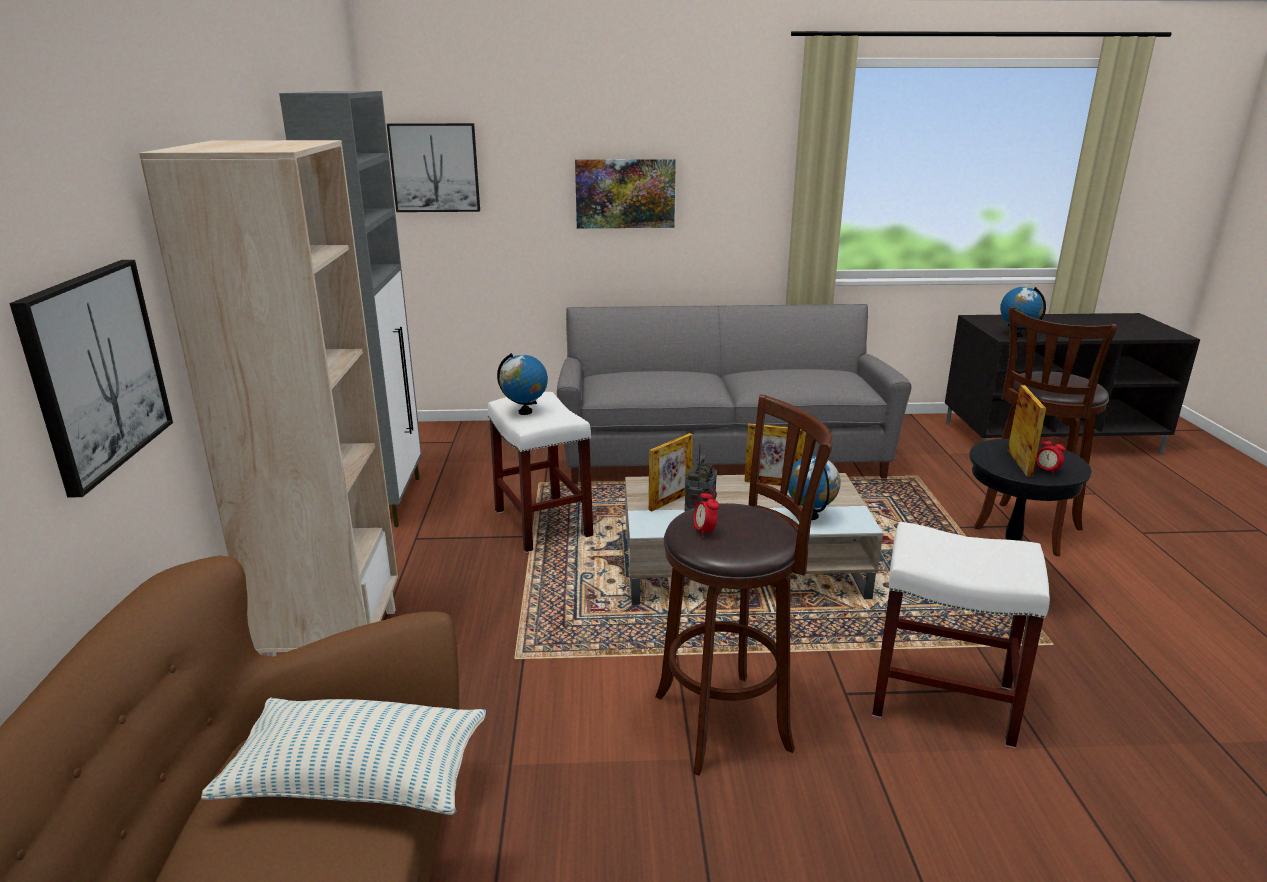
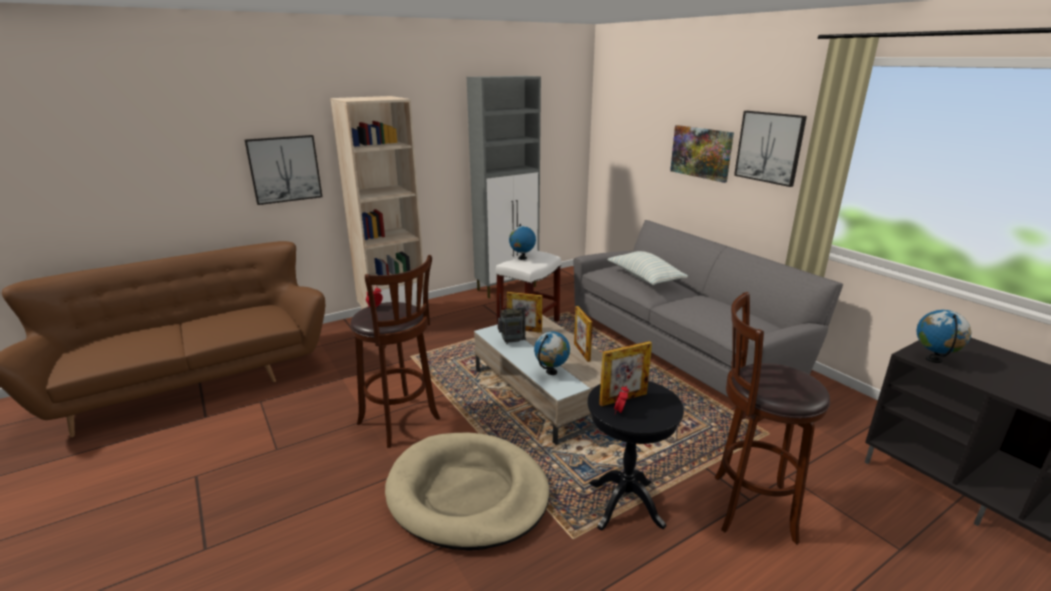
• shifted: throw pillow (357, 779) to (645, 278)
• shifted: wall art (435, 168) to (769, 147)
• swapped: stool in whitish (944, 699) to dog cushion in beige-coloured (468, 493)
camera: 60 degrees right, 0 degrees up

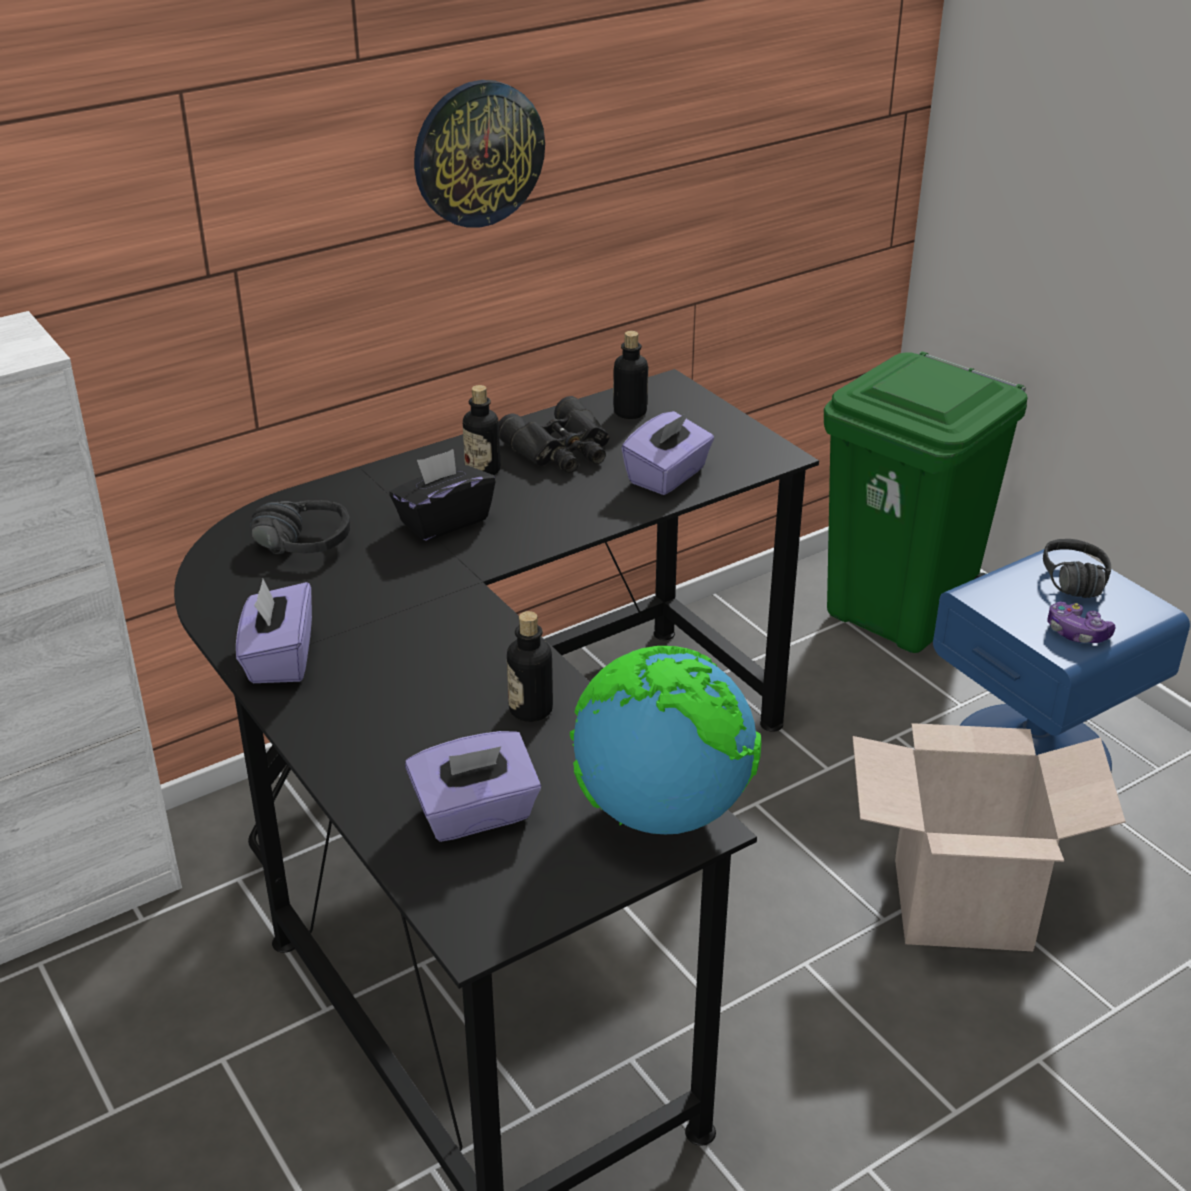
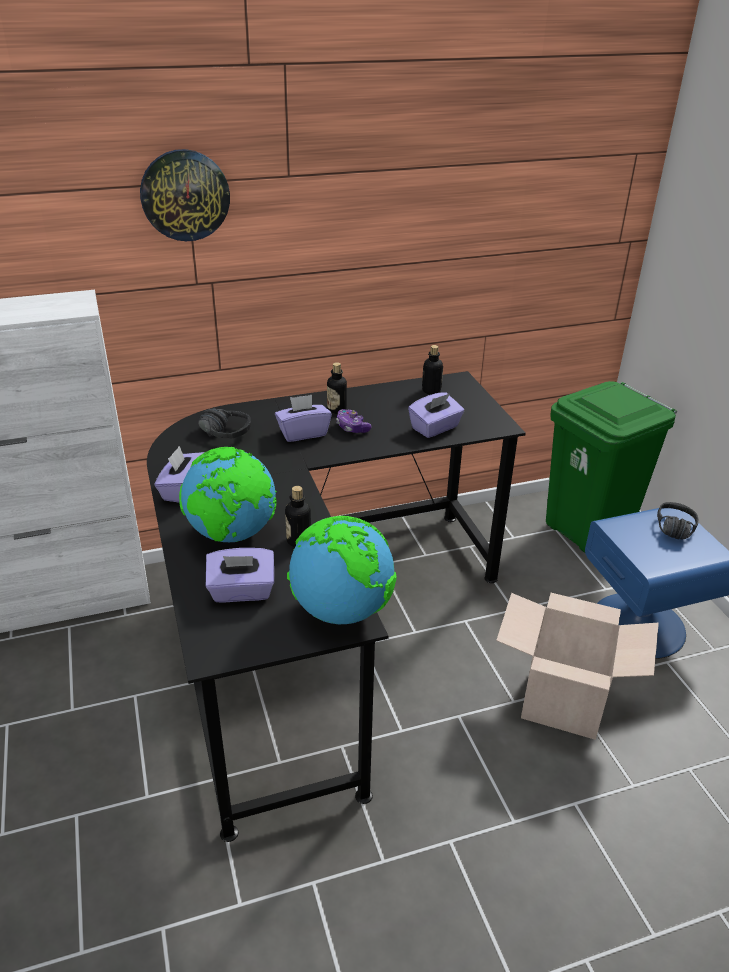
• gone: binoculars in black-coloured (561, 450)
• new: desk globe (232, 535)
• shifted: clock on the wall (478, 153) to (185, 195)
• shifted: joypad (1076, 633) to (352, 427)
• repainted: box of tissues in black-coloured (444, 521) to box of tissues in purplish (303, 433)
camera: 15 degrees right, 0 degrees up

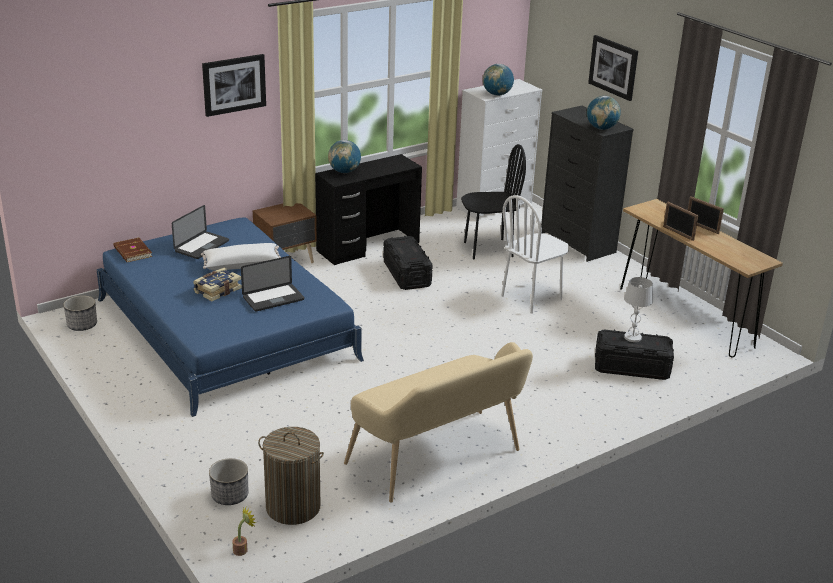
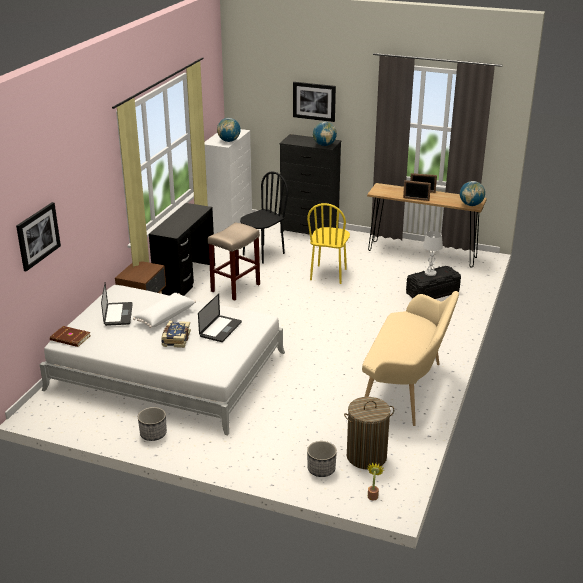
• shifted: plant pot (82, 325) to (153, 434)
• shifted: wall art (234, 84) to (37, 236)
• shifted: desk globe (344, 172) to (471, 205)
• swapped: storage bin in black-coloured (406, 274) to stool in beige-coloured (235, 288)
• repainted: bed in bluish (225, 329) to bed in whitish (167, 371)
• repainted: chair in whitish (531, 298) to chair in yellowish (328, 274)
camera: 35 degrees left, 0 degrees up

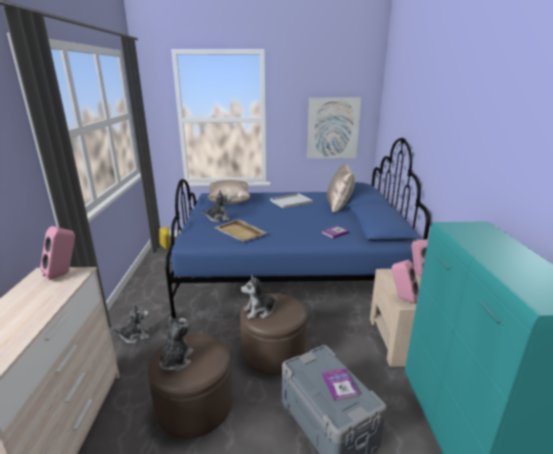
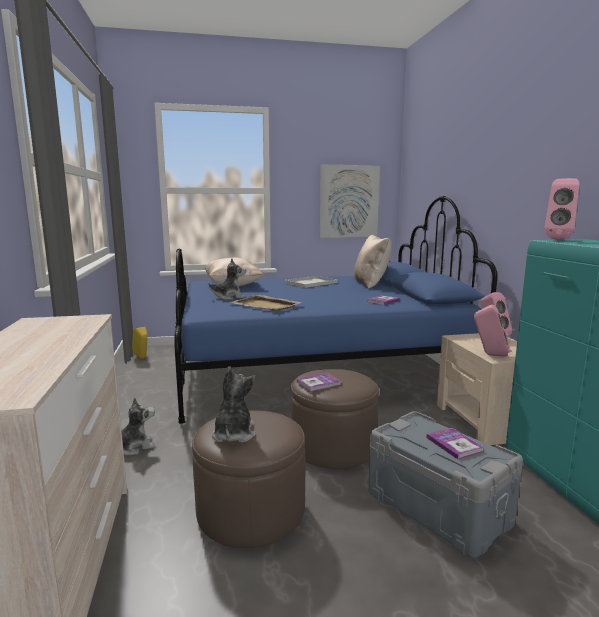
• shifted: speaker in pink-coloured (64, 274) to (558, 240)
• swapped: plush toy (259, 311) to volume (319, 383)
camera: 10 degrees left, 10 degrees down

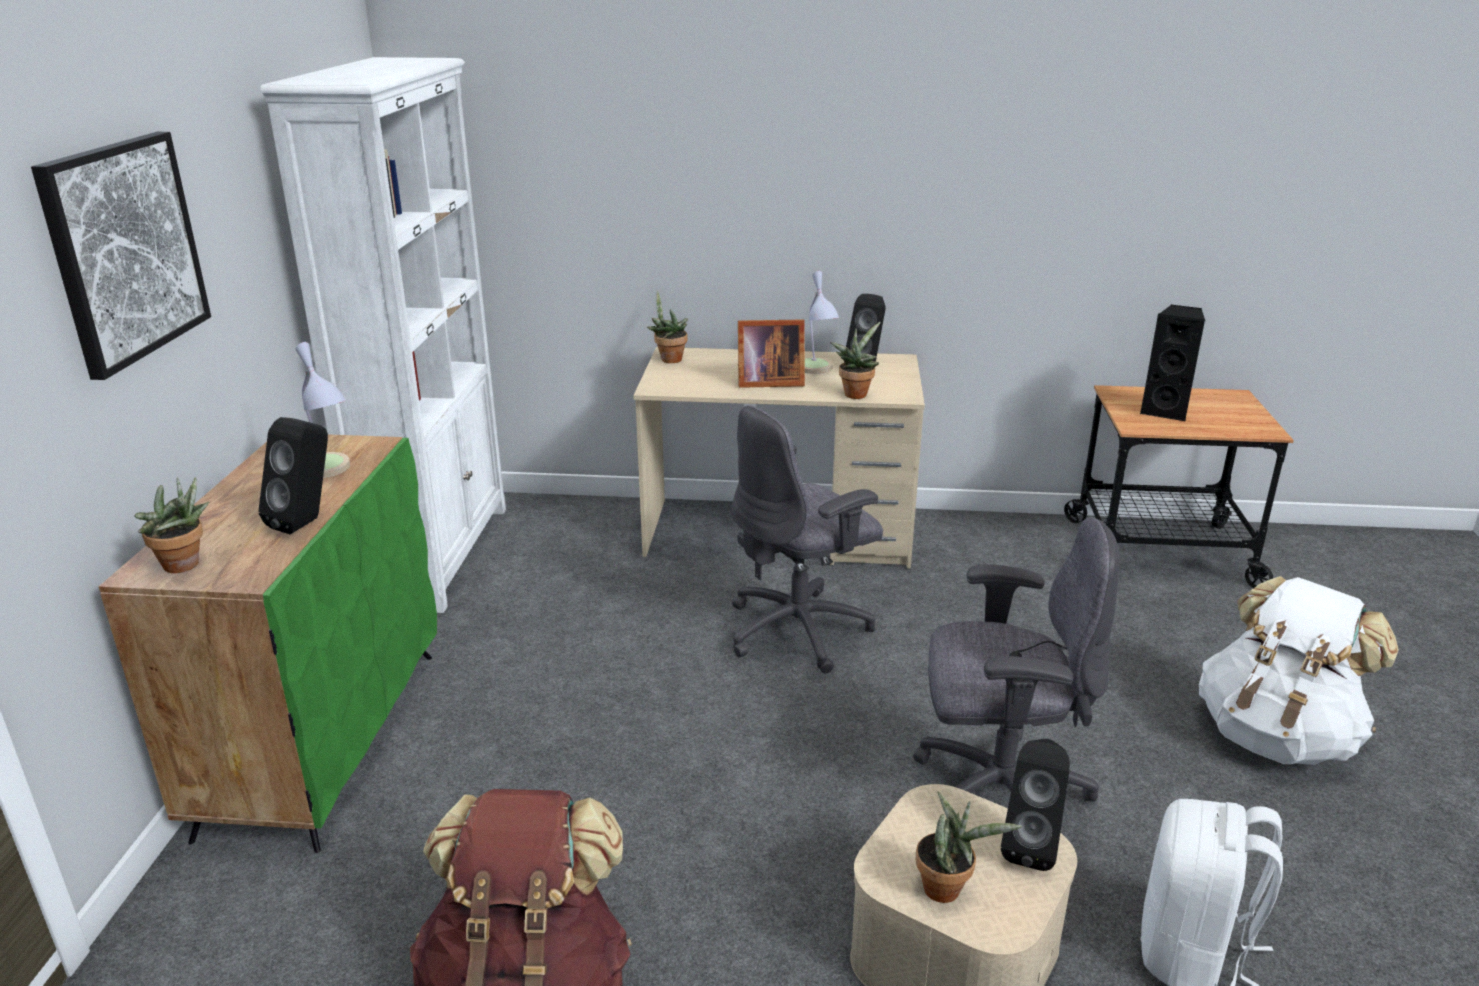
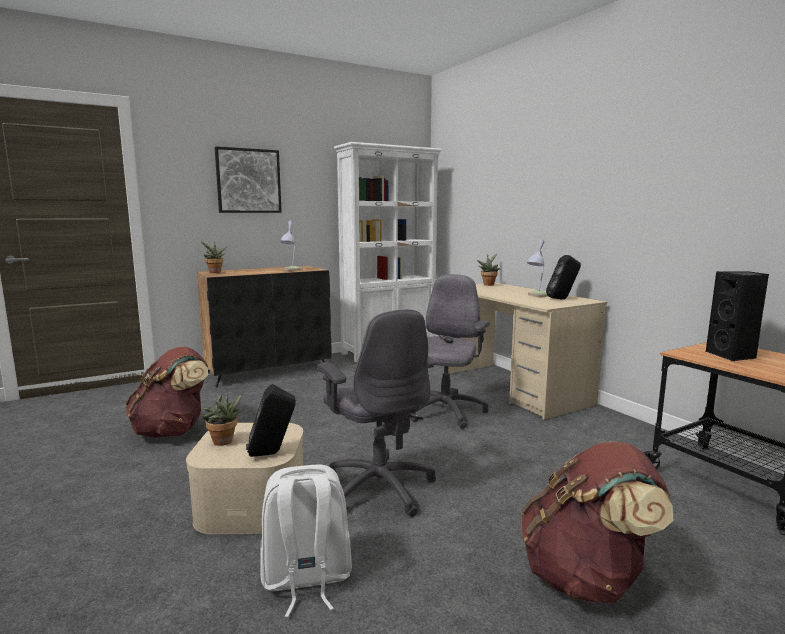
• gone: speaker in black-coloured (307, 522)
• gone: standing frame (767, 382)
• gone: plant in a pot (855, 393)
• repainted: cabinet in green-coloured (324, 738) to cabinet in black-coloured (269, 371)
• repainted: rucksack in whitish (1276, 736) to rucksack in brown (586, 577)
• rotated: computer chair in greyish (800, 630) = (444, 412) 90 degrees clockwise
camera: 55 degrees right, 15 degrees down

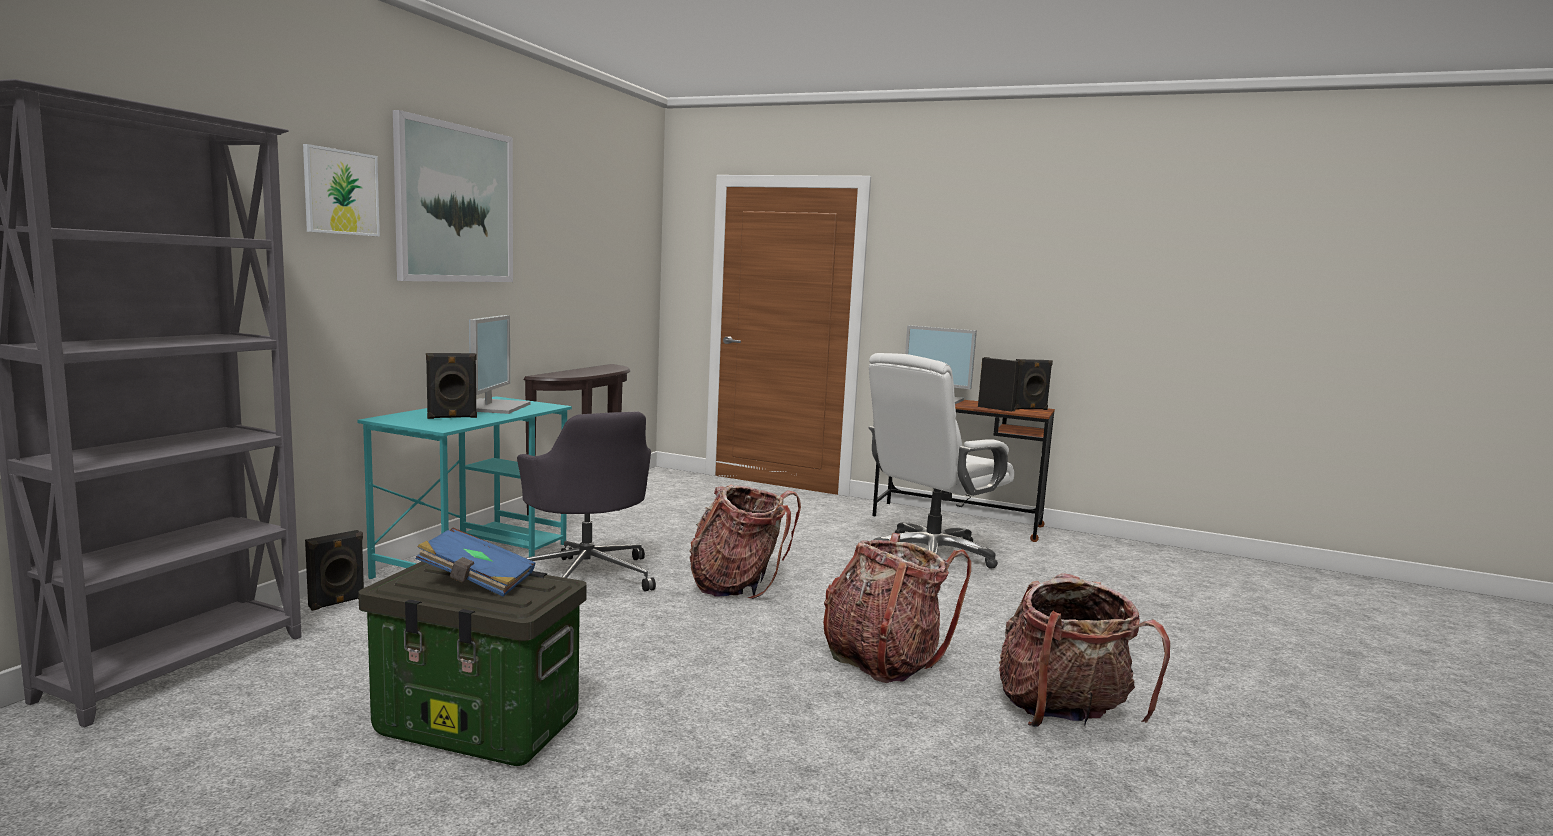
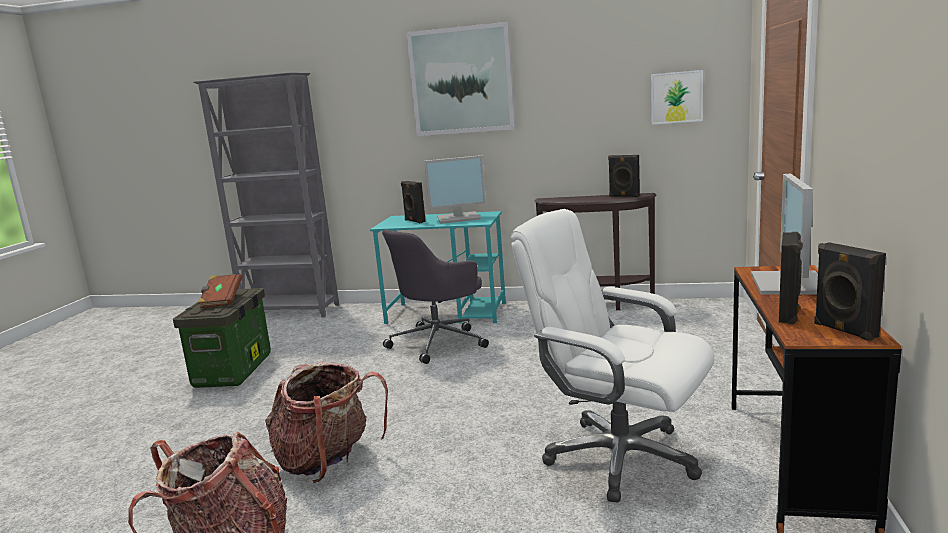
• gone: rucksack (738, 585)
• shifted: wall art (341, 192) to (676, 97)
• shifted: speaker in black-coloured (337, 603) to (624, 196)
• repainted: volume in bluish (476, 581) to volume in brown (221, 300)
camera: 80 degrees right, 5 degrees up

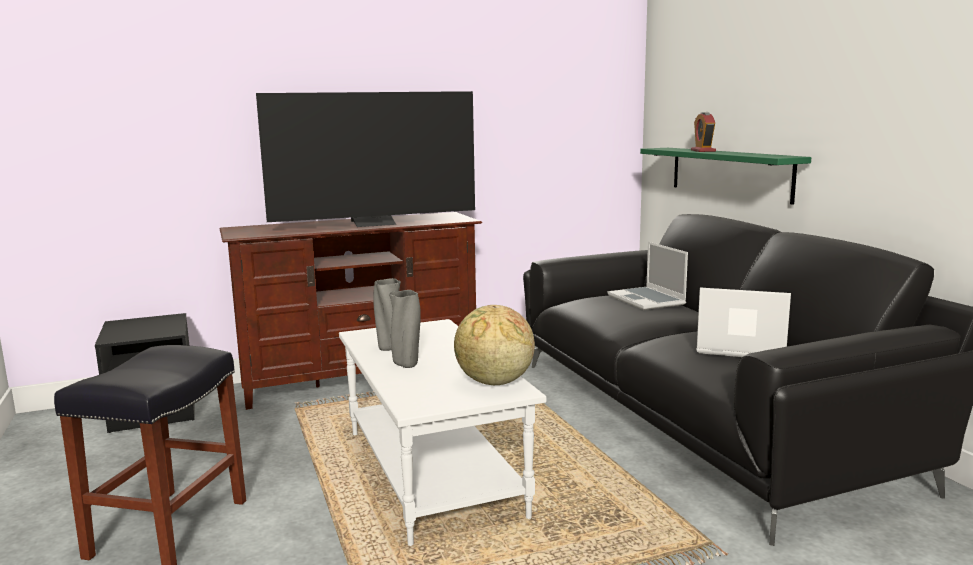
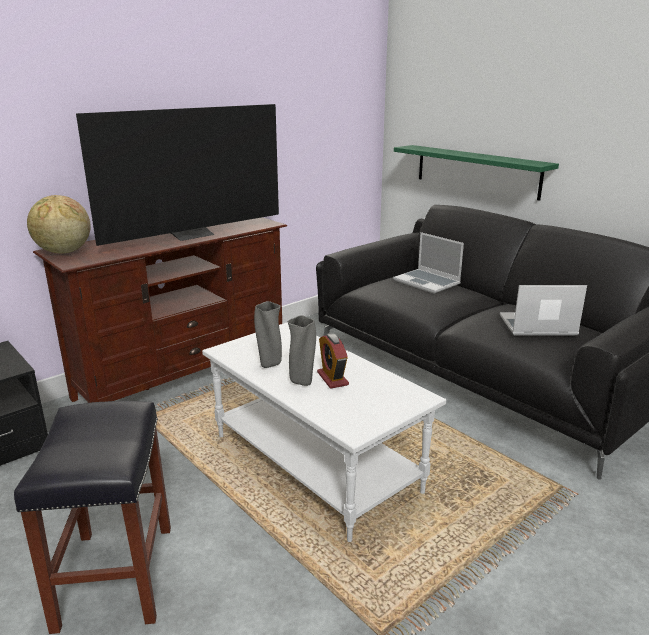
• shifted: desk globe (494, 382) to (63, 252)
• shifted: table clock (703, 151) to (332, 378)
camera: 20 degrees left, 10 degrees up

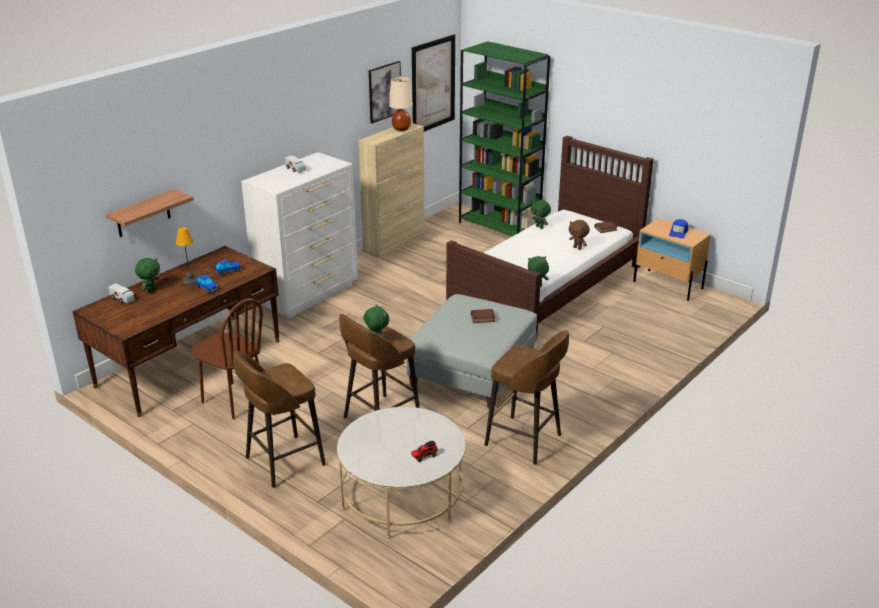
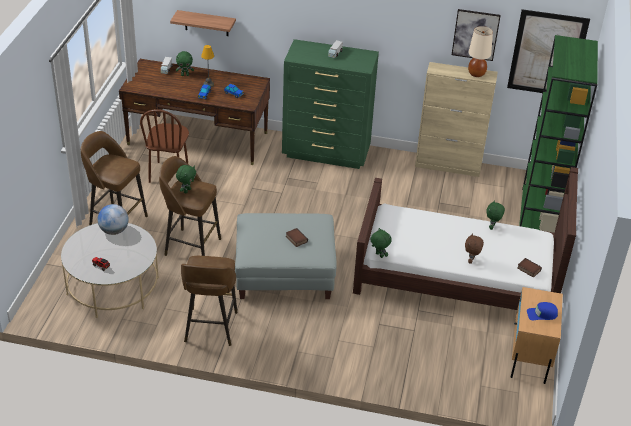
• new: desk globe (114, 231)
• repainted: dresser in whitish (308, 295) to dresser in green-coloured (326, 153)
camera: 60 degrees right, 10 degrees up

